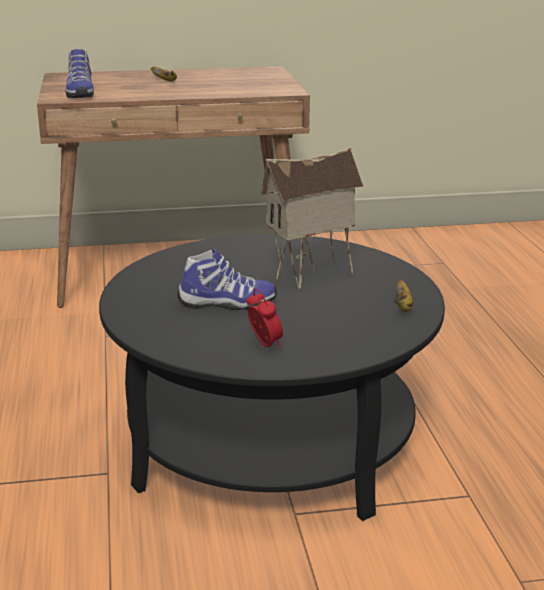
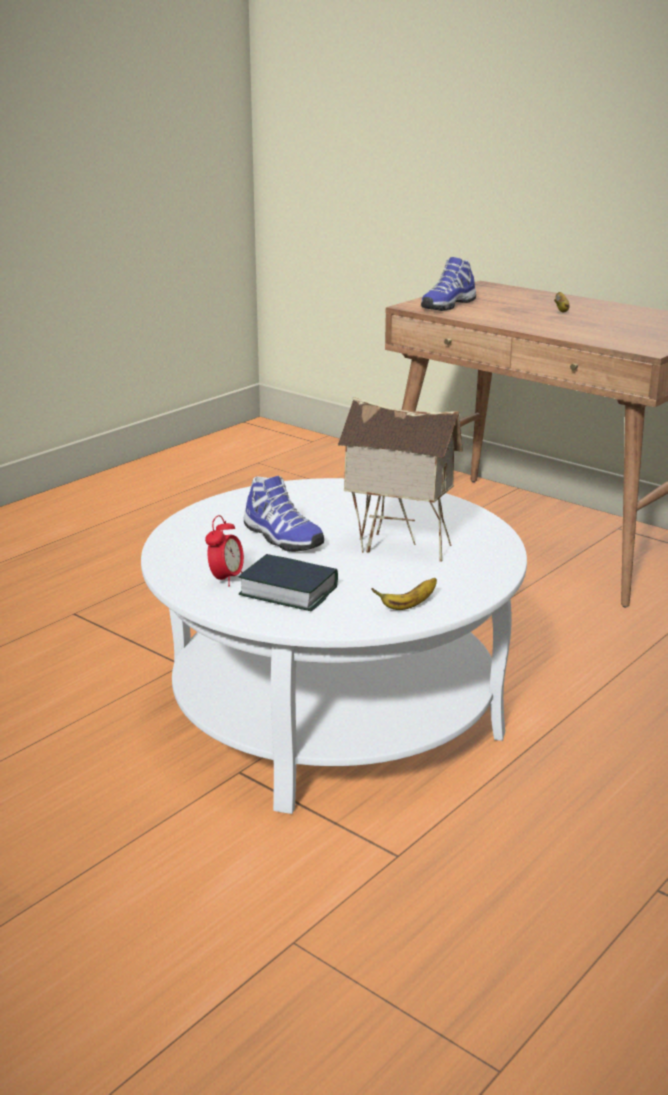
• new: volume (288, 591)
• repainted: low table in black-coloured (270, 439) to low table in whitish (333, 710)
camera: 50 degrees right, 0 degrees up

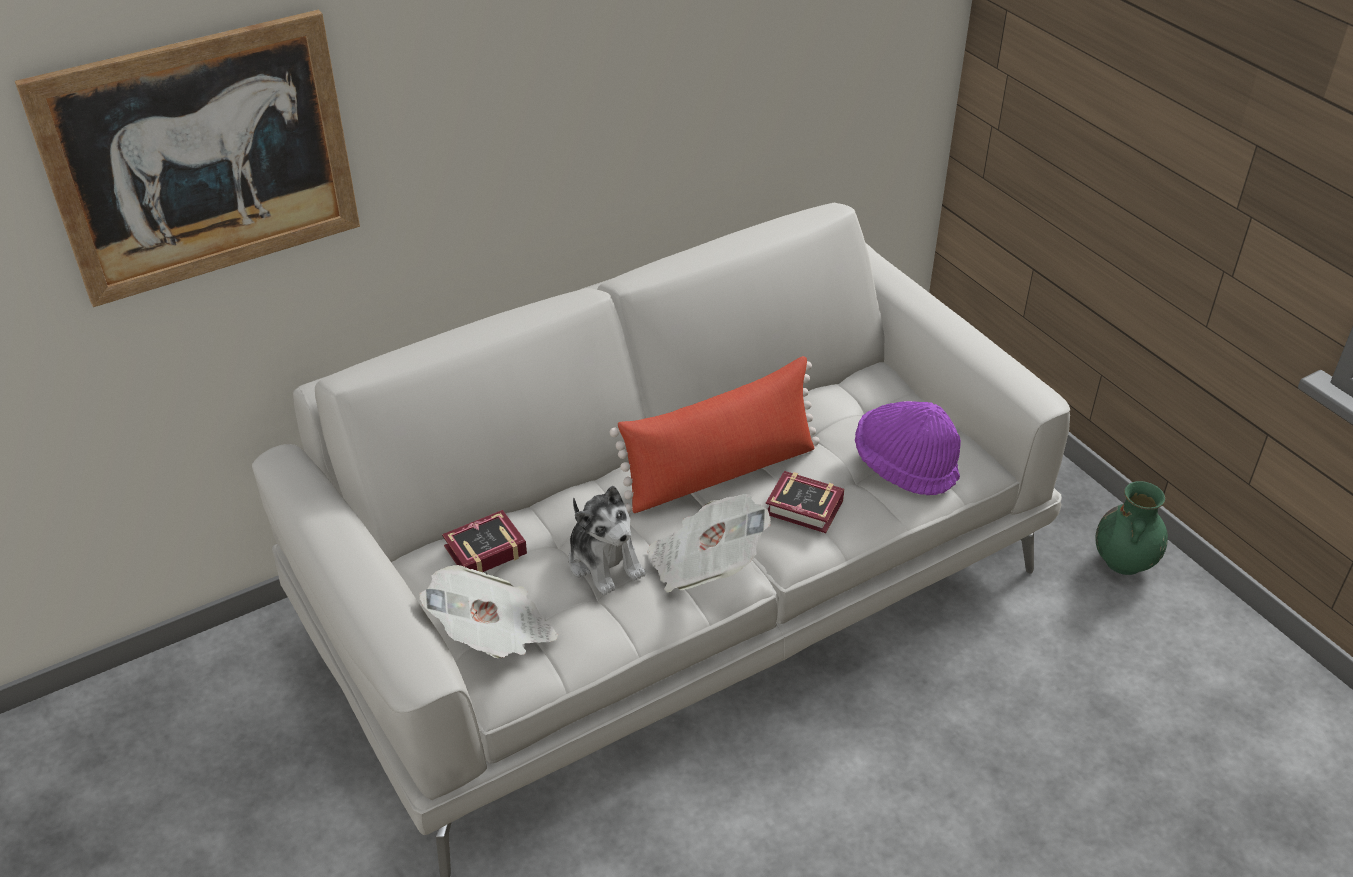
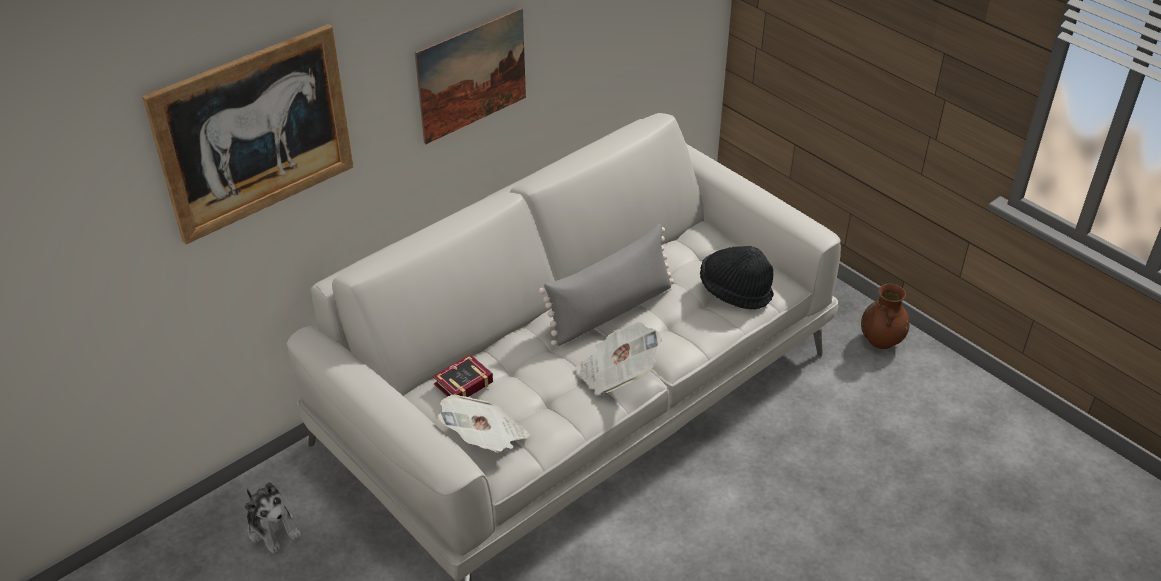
• gone: volume (806, 510)
• new: wall art (472, 75)
• shifted: plush toy (604, 562) to (273, 529)
• repainted: throw pillow in red (720, 472) to throw pillow in greyish (611, 310)
• repainted: wearable hat in purplish (904, 466) to wearable hat in black-coloured (735, 292)
• repainted: decorative vase in green-coloured (1124, 562) to decorative vase in brown (881, 341)
camera: 10 degrees left, 0 degrees up

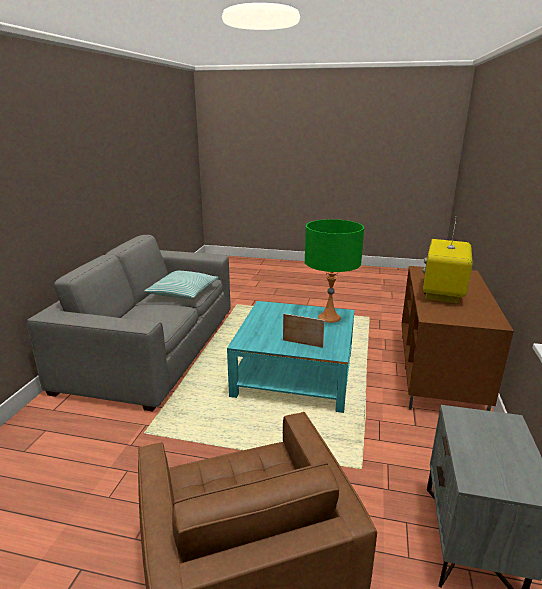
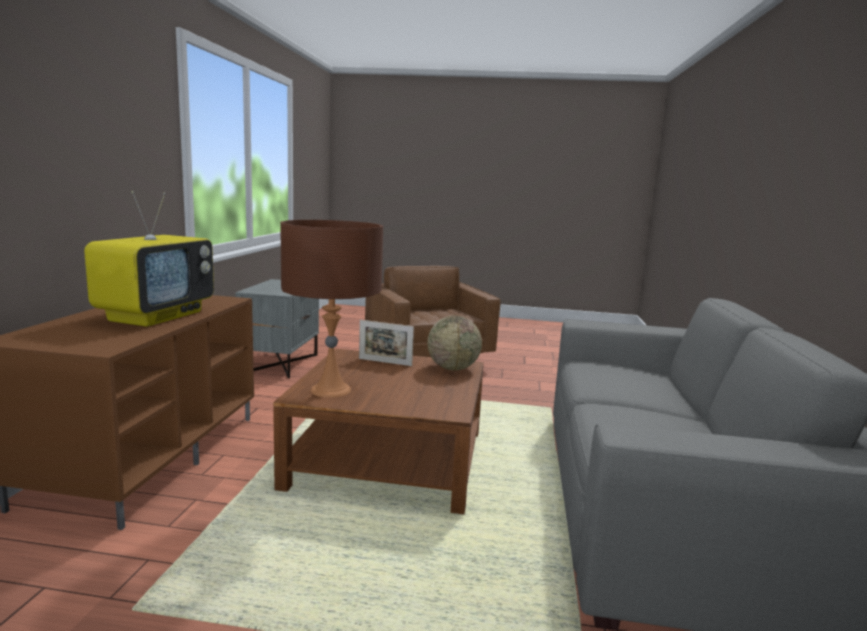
• gone: throw pillow (183, 292)
• new: desk globe (453, 368)
• repainted: low table in blue-green (295, 373) to low table in brown (388, 459)
• repainted: table lamp in green-coloured (329, 317) to table lamp in brown (331, 390)
camera: 175 degrees right, 10 degrees down

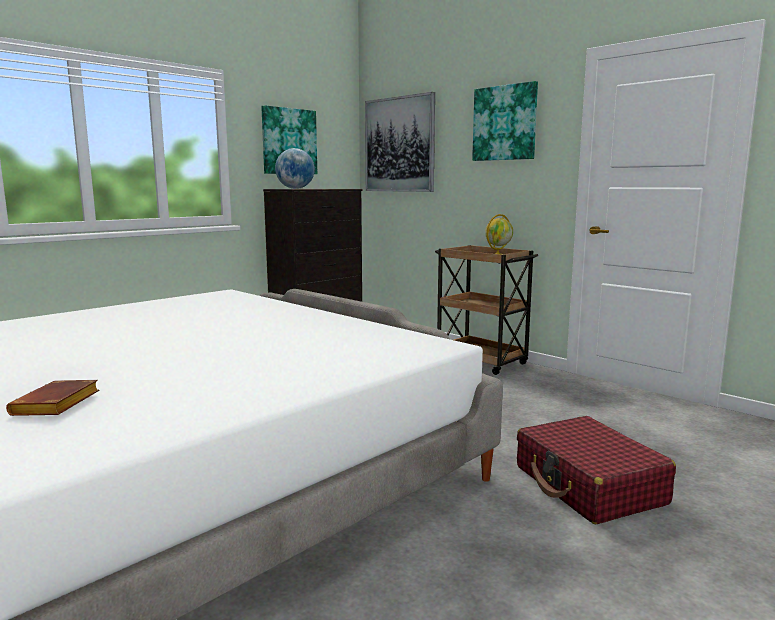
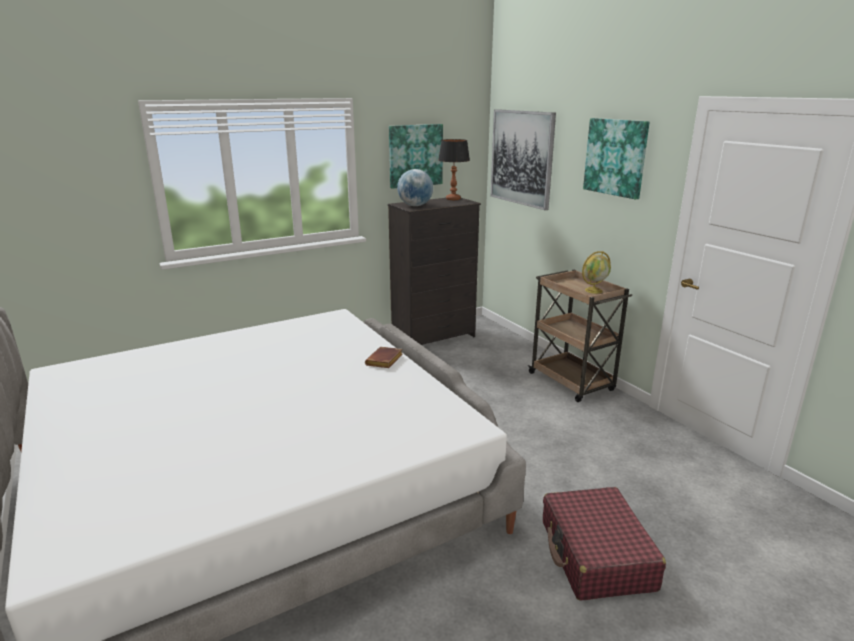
• new: table lamp (453, 199)
• shifted: volume in brown (57, 406) to (385, 361)
camera: 15 degrees right, 10 degrees up

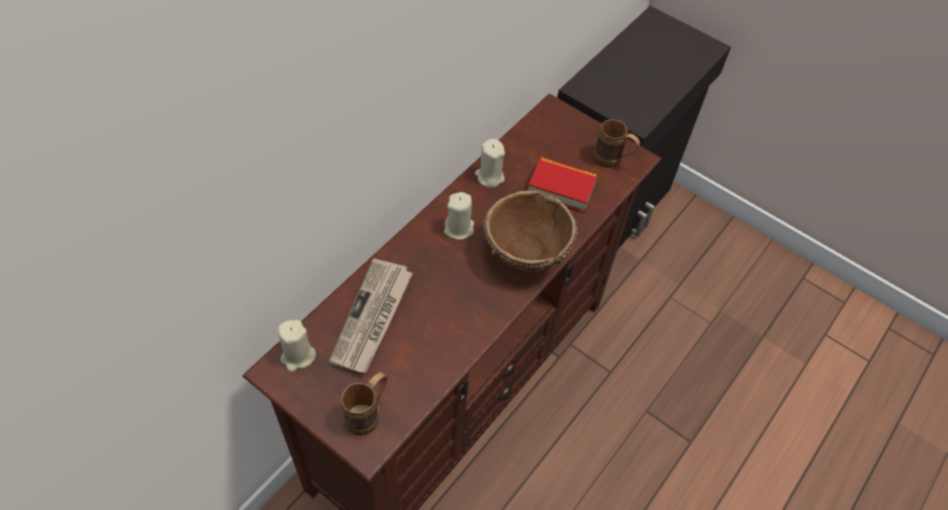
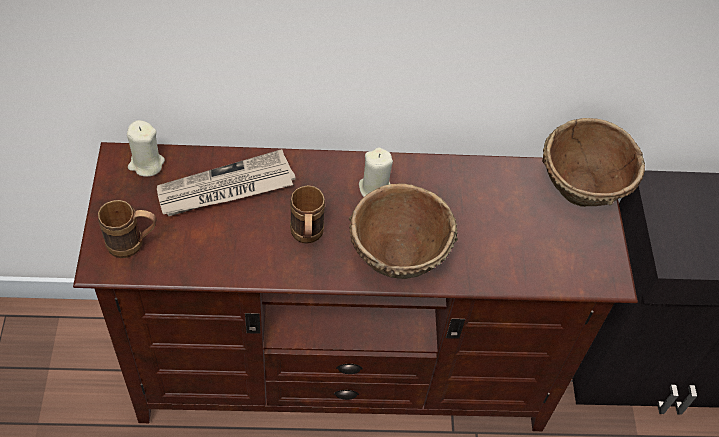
• gone: wax candle in beige-coloured (489, 177)
• gone: volume (561, 188)
• new: deep dish in brown (582, 189)
• shifted: tea mug in brown (612, 161) to (306, 237)
camera: 50 degrees right, 0 degrees up

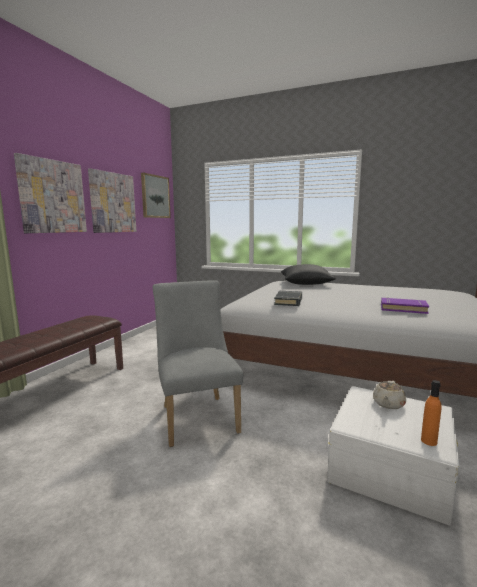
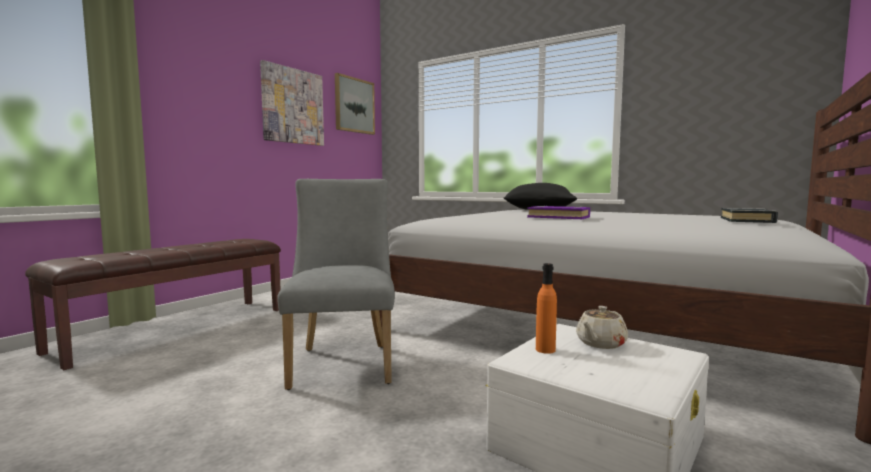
• gone: wall art (52, 196)
• shifted: volume in black-coloured (288, 301) to (747, 220)
• shifted: volume in purplish (403, 309) to (558, 217)
• shifted: drink bottle in orange-coloured (429, 441) to (545, 349)
camera: 10 degrees right, 5 degrees down

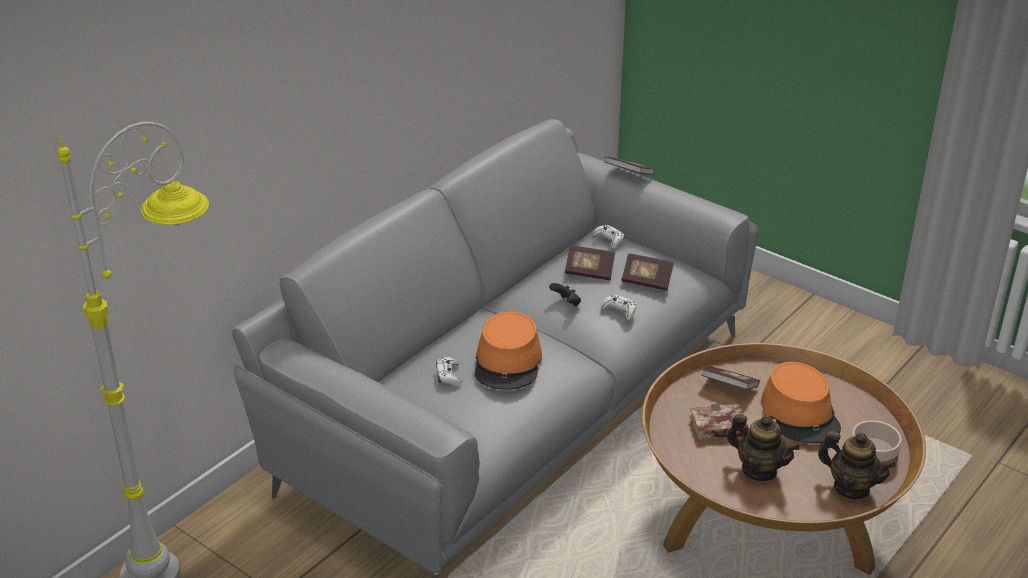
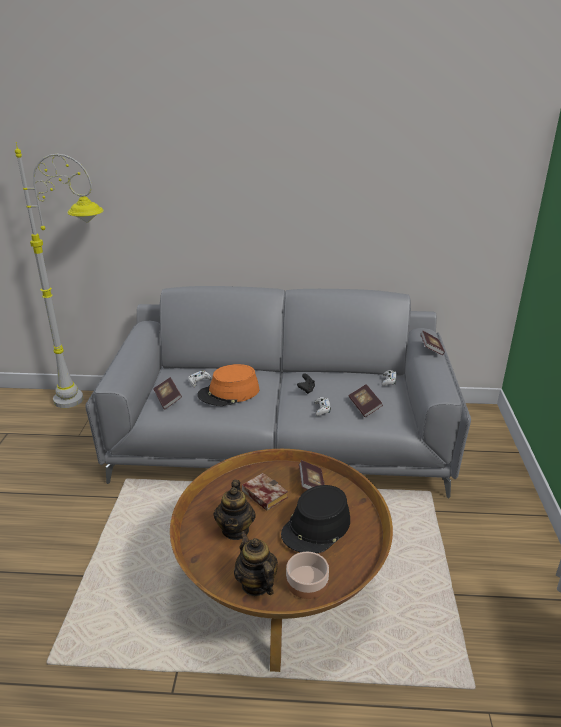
• shifted: volume (589, 272) to (168, 399)
• repainted: wearable hat in orange-coloured (800, 414) to wearable hat in black-coloured (316, 527)
• rotated: tea pot (851, 488) = (256, 584) 150 degrees clockwise
camera: 55 degrees right, 5 degrees down

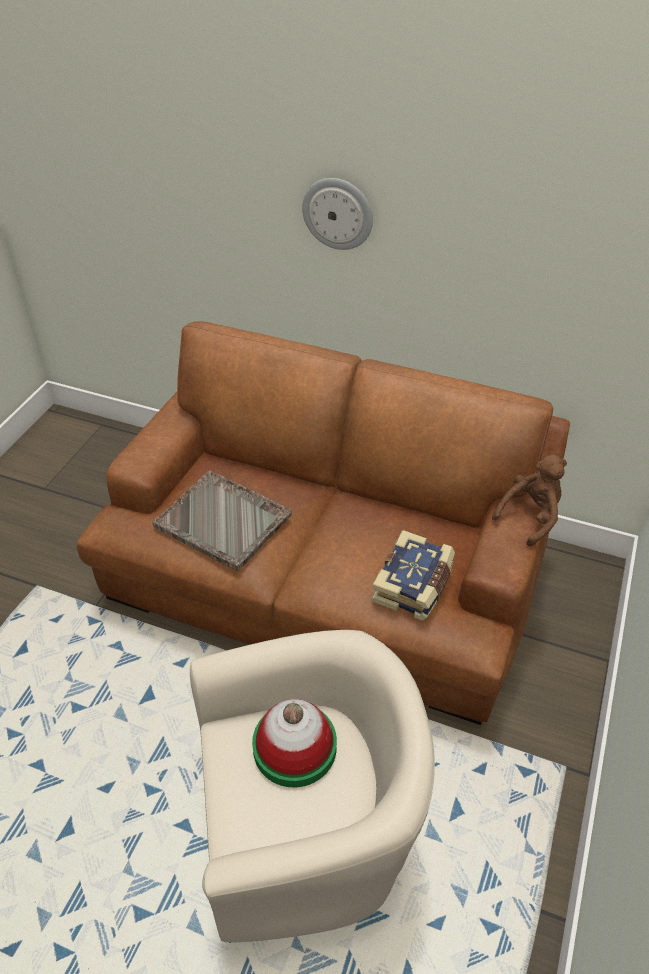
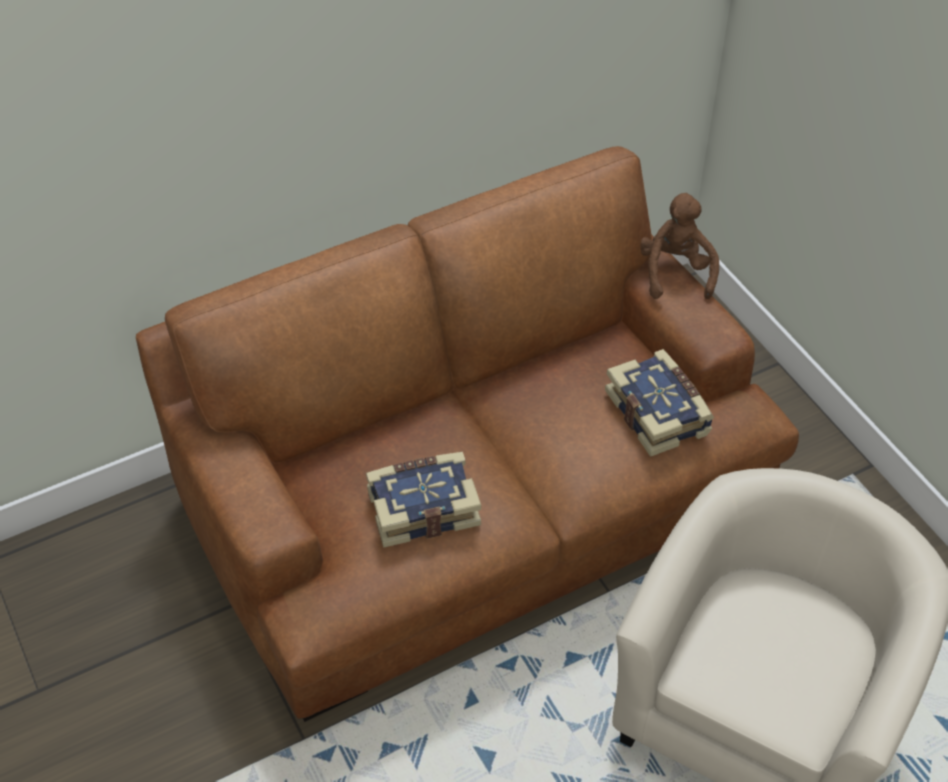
• gone: wearable hat (294, 747)
• gone: clock on the wall (338, 213)
• swapped: carrying tray in greyish (224, 521) to volume (423, 507)
camera: 50 degrees left, 5 degrees up

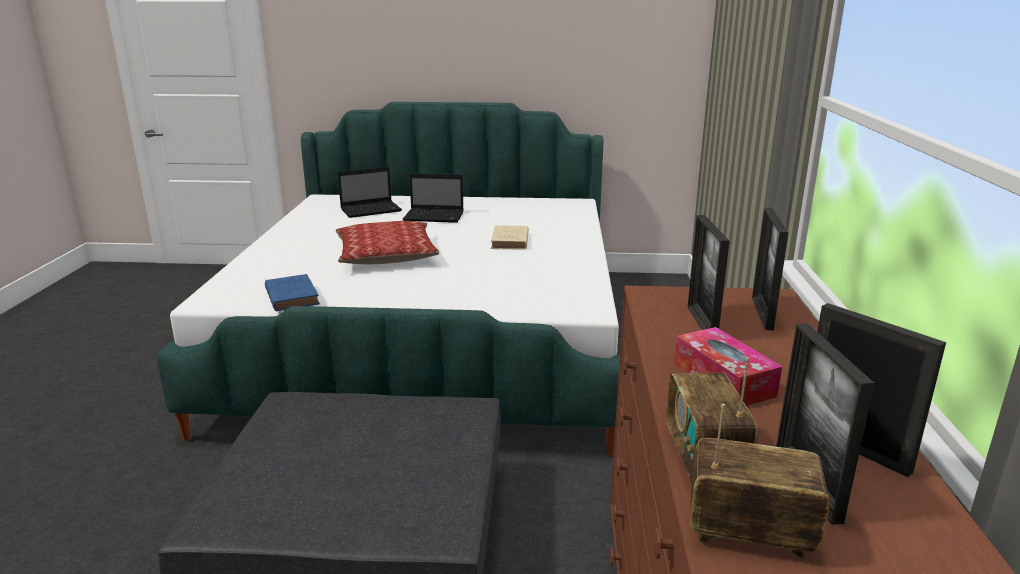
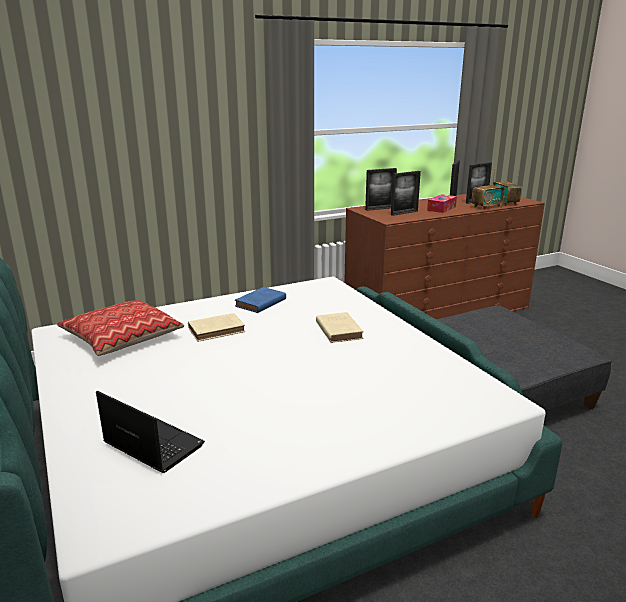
• gone: laptop (435, 217)
• new: volume in beige-coloured (338, 330)
• shifted: volume in bluish (291, 296) to (260, 303)
• shifted: throw pillow (386, 255) to (122, 337)
camera: 120 degrees left, 0 degrees up

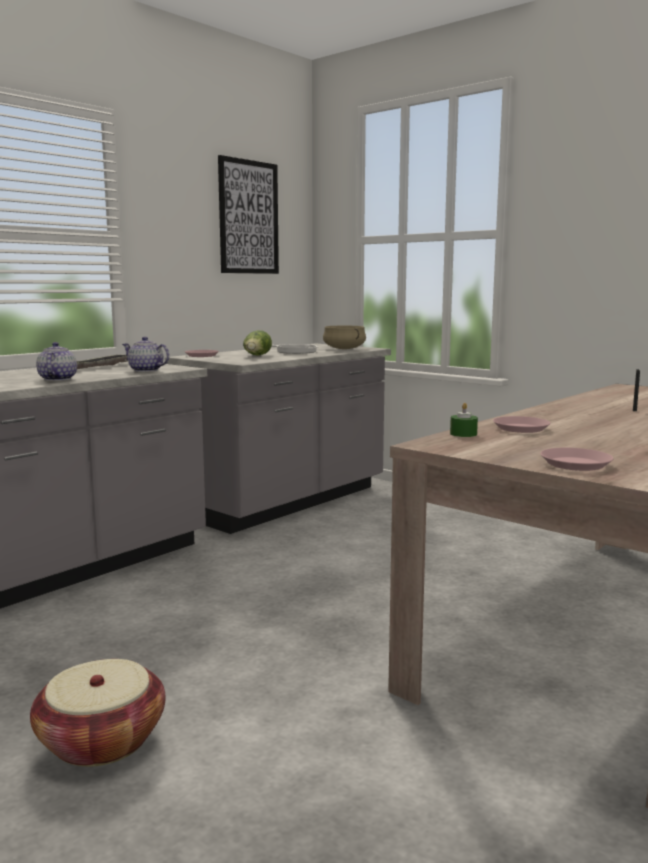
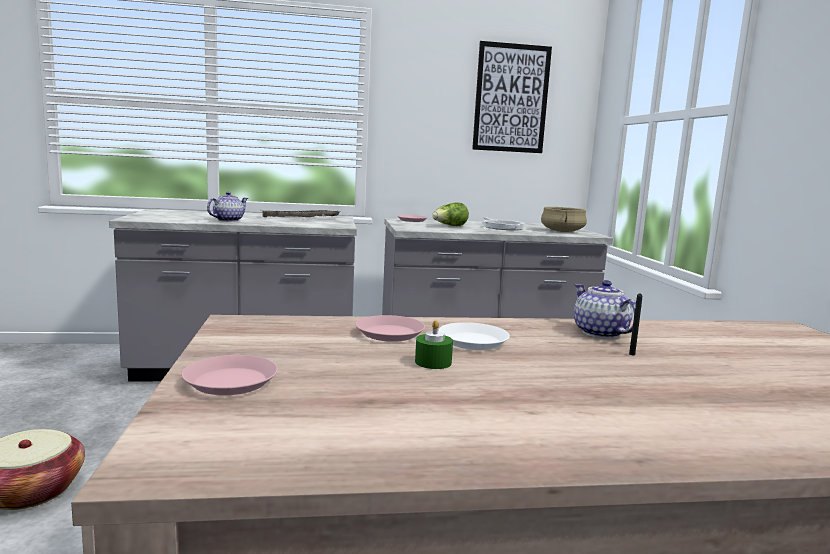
• new: dinner plate in whitish (473, 341)
• shifted: tea pot (146, 370) to (600, 333)
• shifted: wax candle in green-coloured (463, 434) to (433, 362)
camera: 40 degrees right, 0 degrees up

